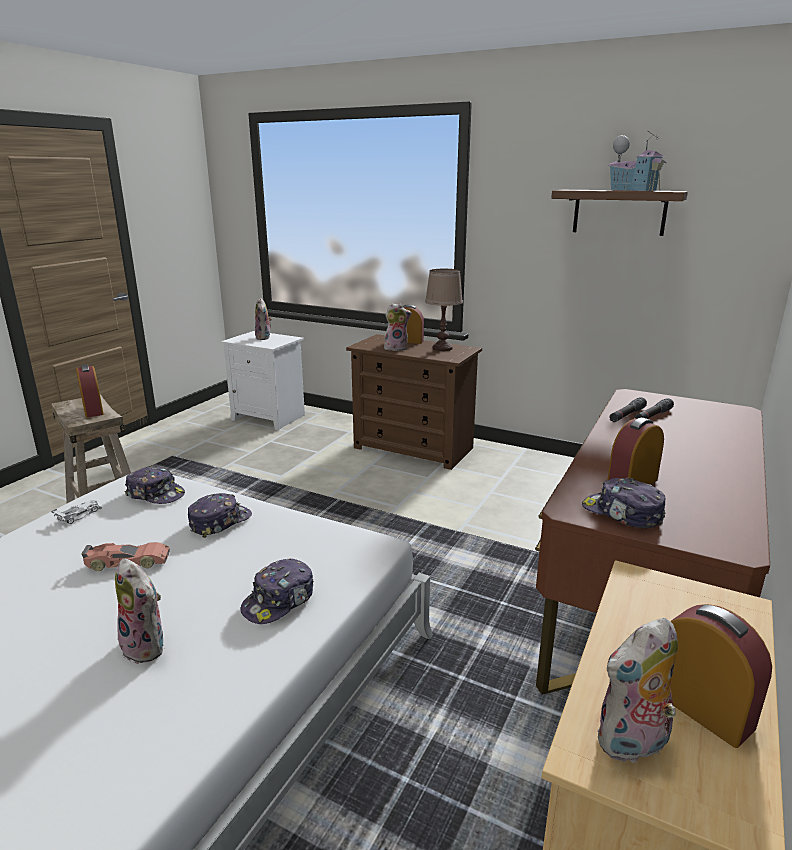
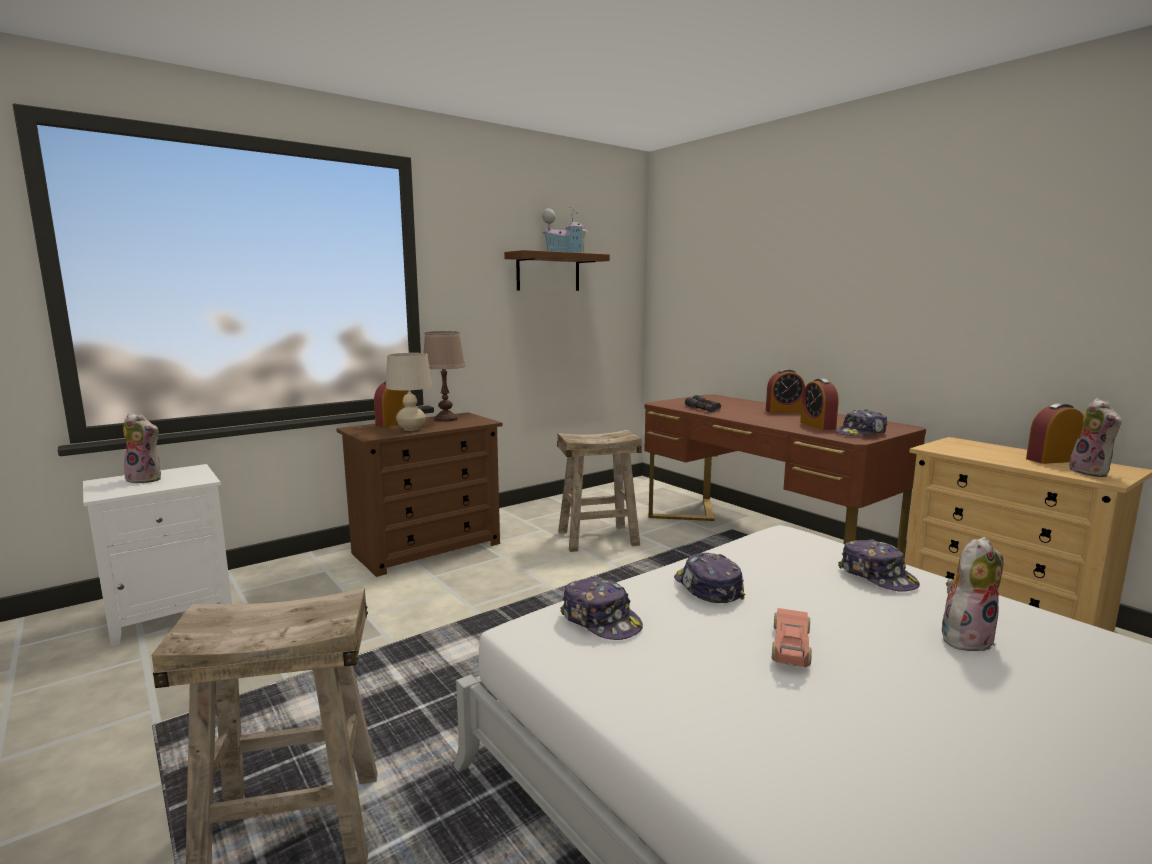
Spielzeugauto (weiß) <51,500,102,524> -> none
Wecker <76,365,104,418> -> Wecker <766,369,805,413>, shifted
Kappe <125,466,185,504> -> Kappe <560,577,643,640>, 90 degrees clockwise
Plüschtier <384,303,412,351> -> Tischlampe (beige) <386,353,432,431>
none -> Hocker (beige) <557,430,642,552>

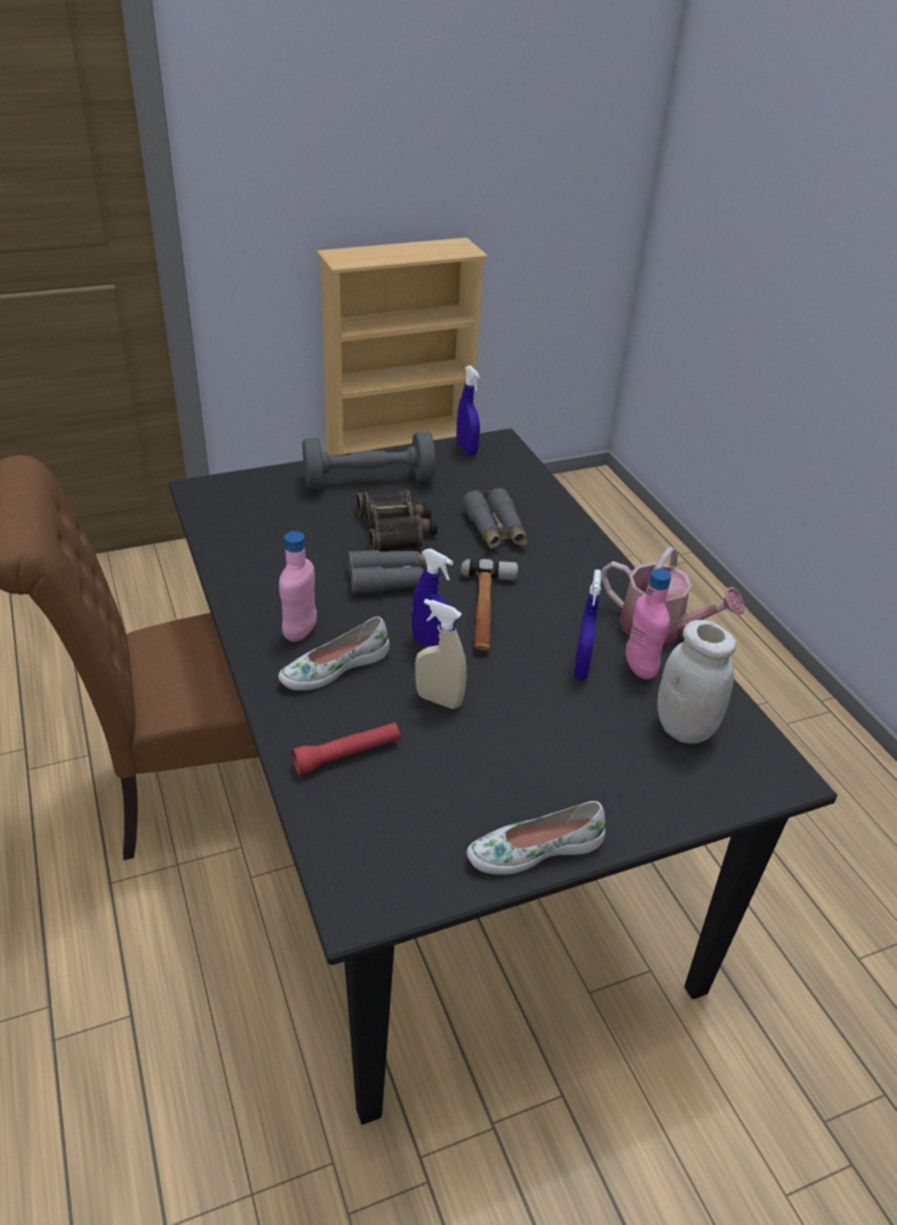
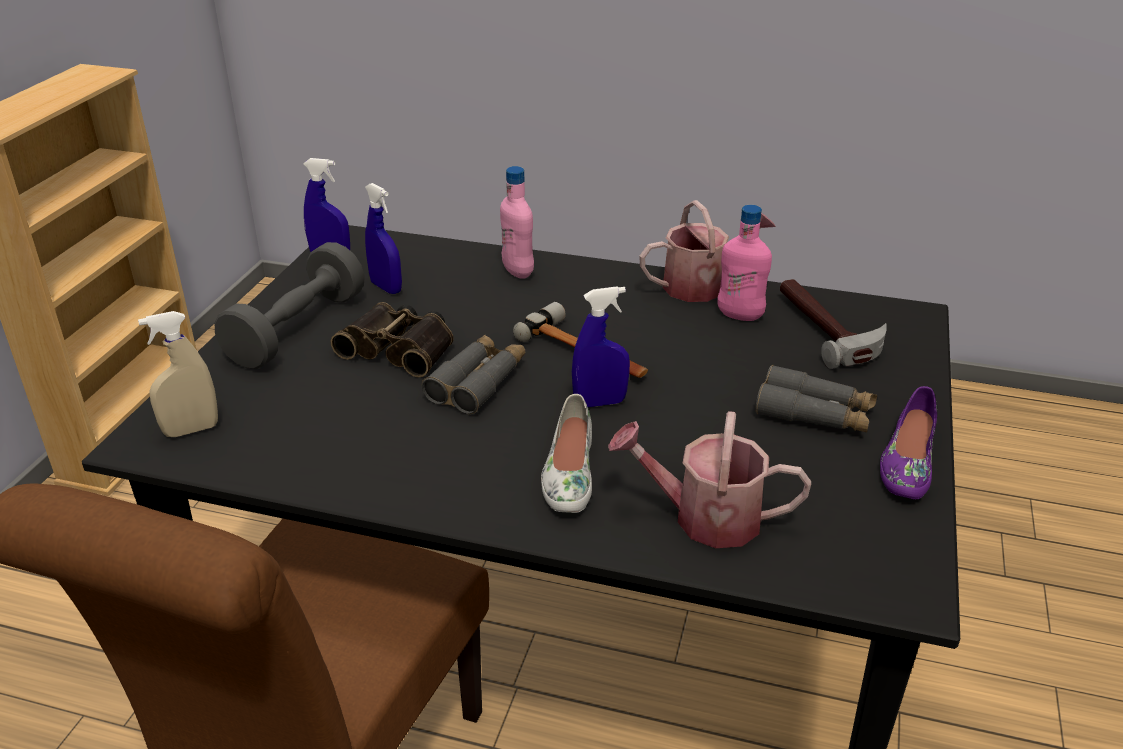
Flasche (rosa) <279,531,317,642> -> Flasche (rosa) <500,166,534,279>, shifted
Taschenlampe (rot) <292,722,400,775> -> Gießkanne <608,411,811,548>
Sprühflasche (beige) <415,599,467,709> -> Sprühflasche (beige) <138,311,218,437>, shifted
Fernglas (grau) <462,488,528,549> -> Fernglas (grau) <755,365,877,432>, shifted
Schuh (weiß) <467,801,605,875> -> Schuh (lila) <880,386,937,499>
Sprühflasche (blau) <573,569,602,680> -> Sprühflasche (blau) <365,183,402,294>, shifted
Vorratsglas (weiß) <658,620,736,744> -> Hammer <780,279,887,369>

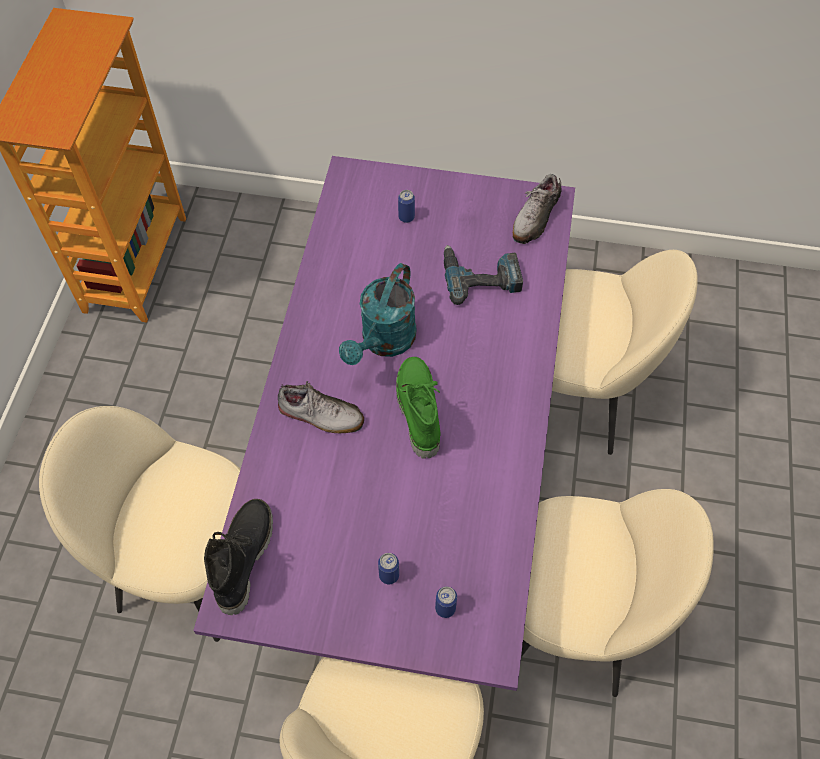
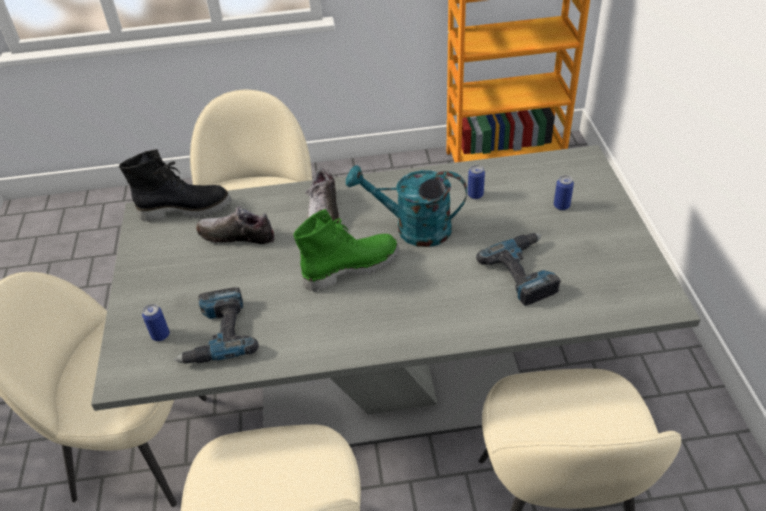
Esstisch (lila) <193,156,575,691> -> Esstisch (grau) <91,145,701,447>
Dose <378,553,399,584> -> Dose <468,165,485,199>, shifted
Schuh <513,174,563,244> -> Schuh <197,206,275,244>, shifted
none -> Bohrmaschine <174,287,259,364>

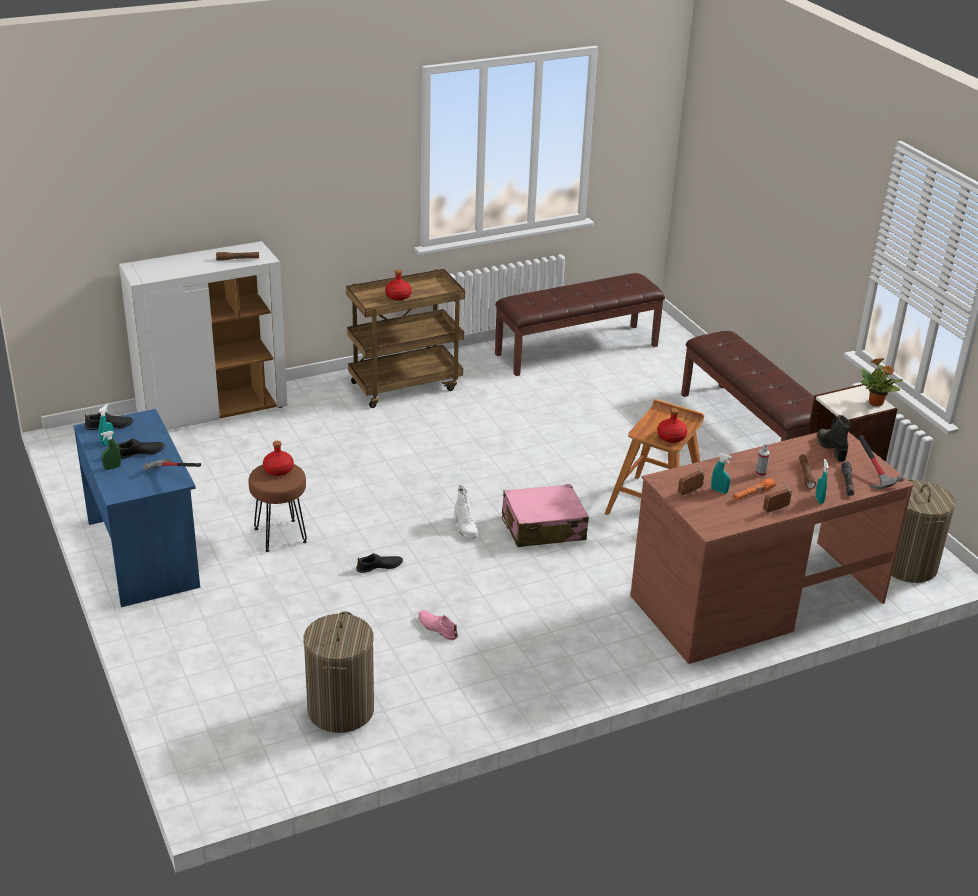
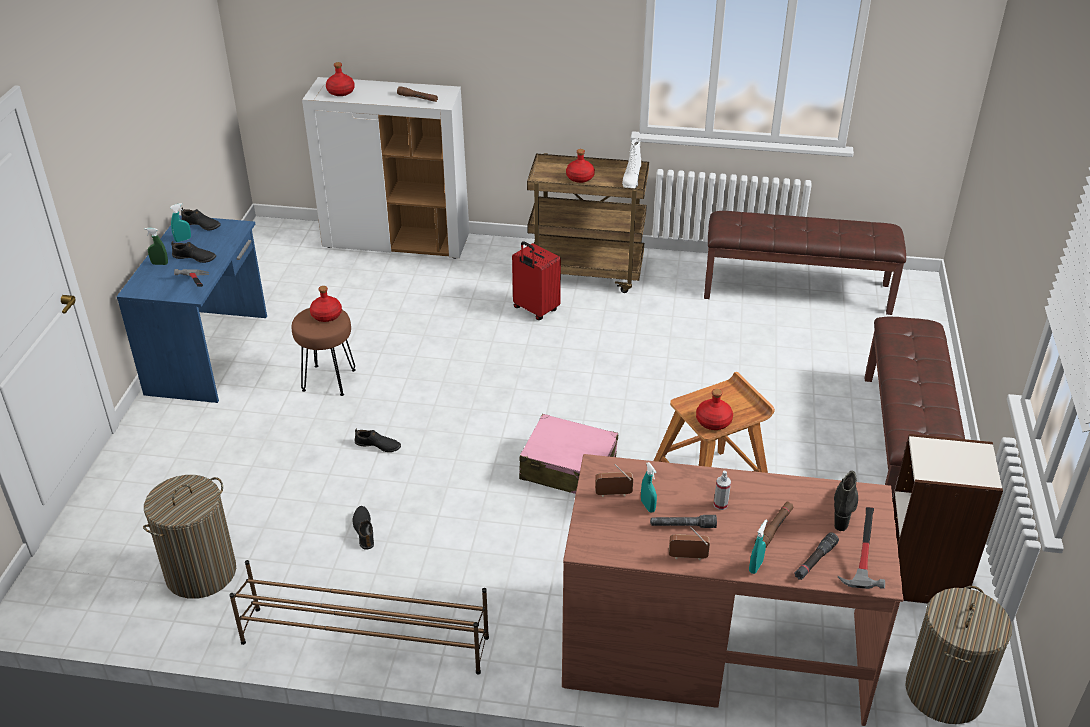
Schuh (rosa) <419,610,458,640> -> Schuh (schwarz) <353,506,374,550>
Stiefel (weiß) <455,485,478,539> -> Stiefel (weiß) <622,139,641,188>, shifted
Taschenlampe (orange) <733,478,776,500> -> Taschenlampe (grau) <650,515,717,528>
Topfpflanze <861,358,903,406> -> none
none -> Schuhregal (braun) <229,560,489,674>
none -> Flasche (rot) <326,62,355,96>
none -> Koffer (rot) <512,241,561,320>

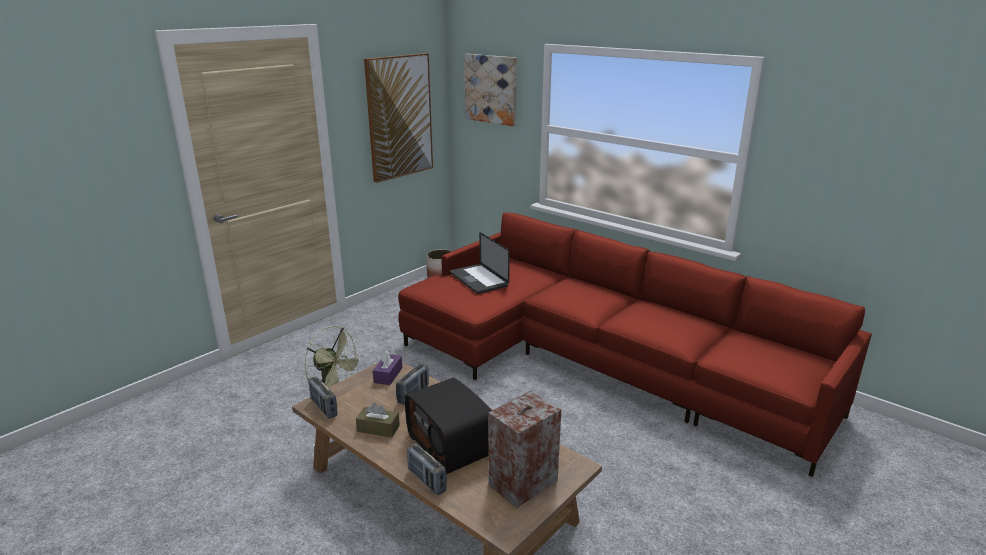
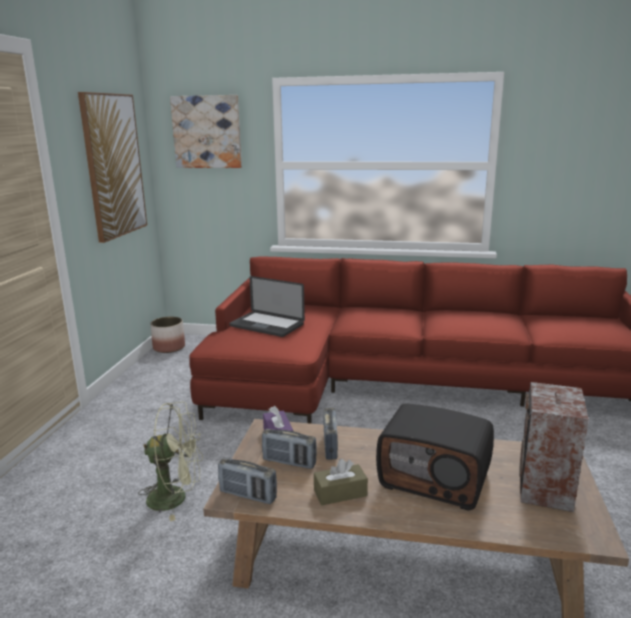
Radio <407,443,447,495> -> Radio <262,429,317,469>, shifted

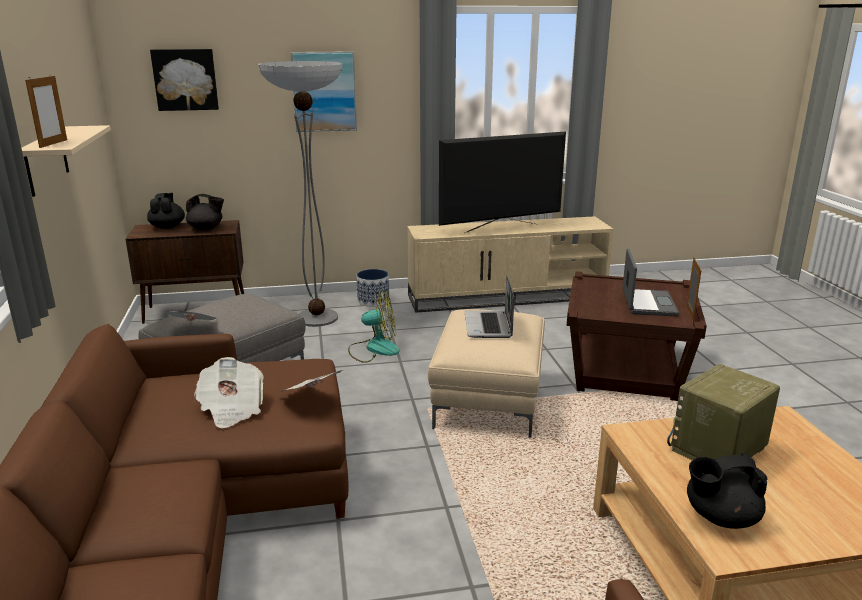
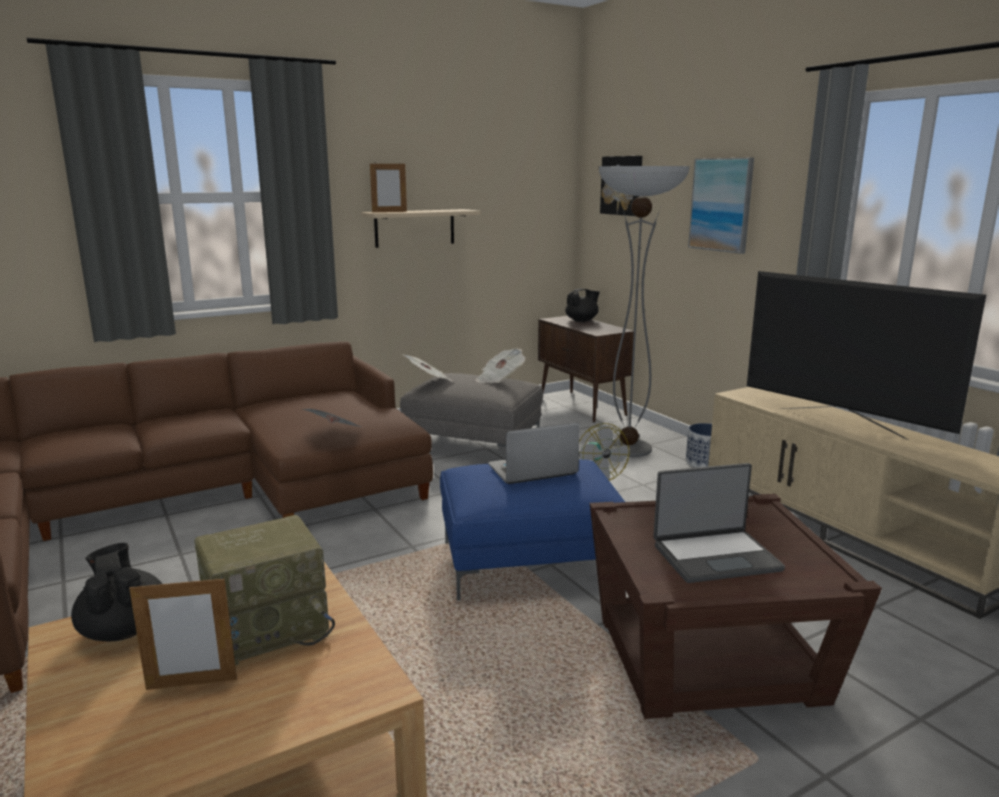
Teekanne (schwarz) <186,194,224,230> -> none
Zeitung <194,357,264,429> -> Zeitung <476,348,525,383>, shifted
Polsterhocker (beige) <428,309,545,438> -> Polsterhocker (blau) <440,459,625,601>
Radio <667,364,780,460> -> Radio <194,515,335,665>, 120 degrees clockwise
Bilderrahmen <686,257,702,322> -> Bilderrahmen <129,576,237,690>, shifted

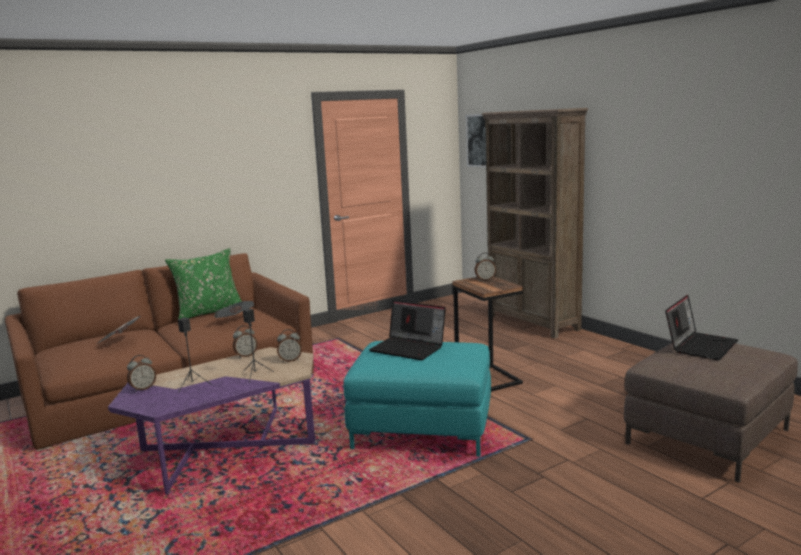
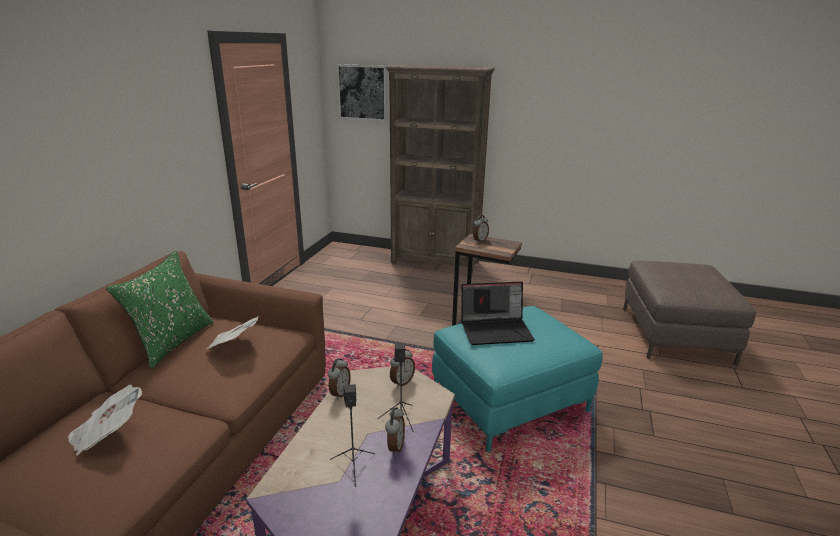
Wecker <127,355,156,392> -> Wecker <385,407,405,455>, shifted
Laptop <665,295,738,360> -> none

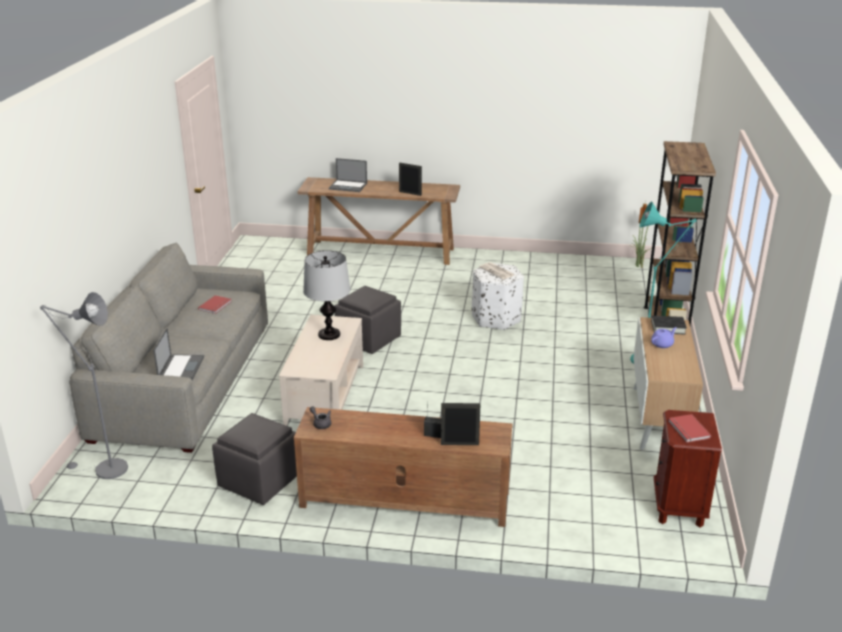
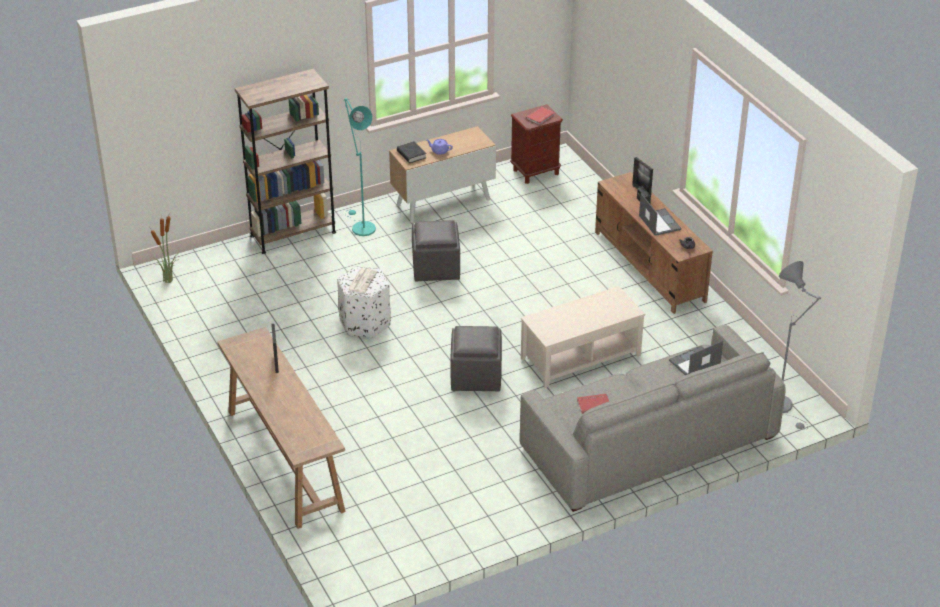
Polsterhocker (grau) <212,413,297,505> -> Polsterhocker (grau) <412,220,460,281>, shifted
Tischlampe <303,251,350,340> -> none
Laptop <329,158,367,192> -> Laptop <639,193,681,236>, shifted

